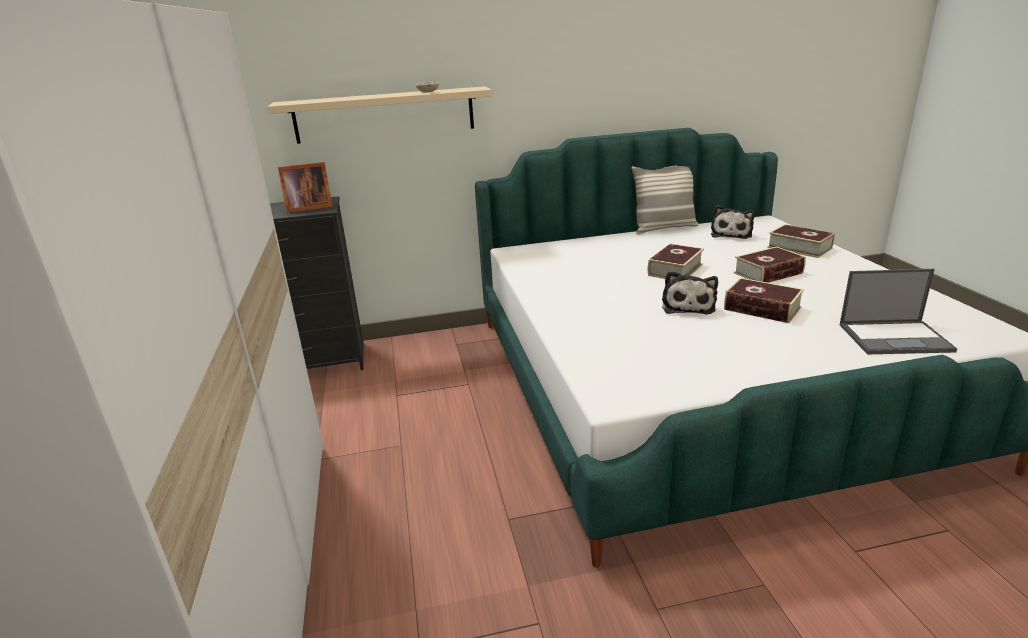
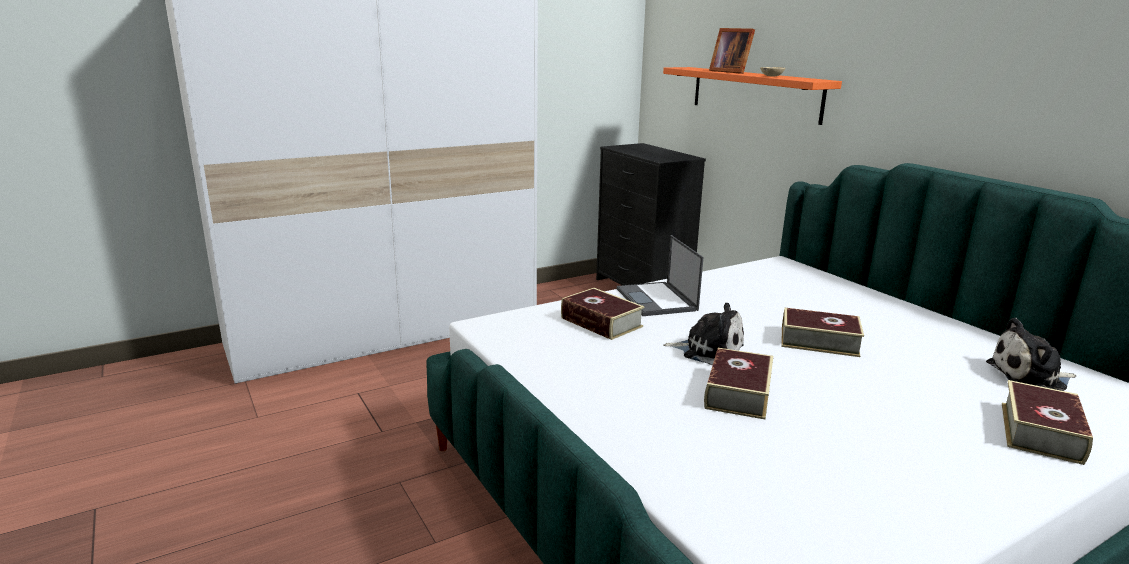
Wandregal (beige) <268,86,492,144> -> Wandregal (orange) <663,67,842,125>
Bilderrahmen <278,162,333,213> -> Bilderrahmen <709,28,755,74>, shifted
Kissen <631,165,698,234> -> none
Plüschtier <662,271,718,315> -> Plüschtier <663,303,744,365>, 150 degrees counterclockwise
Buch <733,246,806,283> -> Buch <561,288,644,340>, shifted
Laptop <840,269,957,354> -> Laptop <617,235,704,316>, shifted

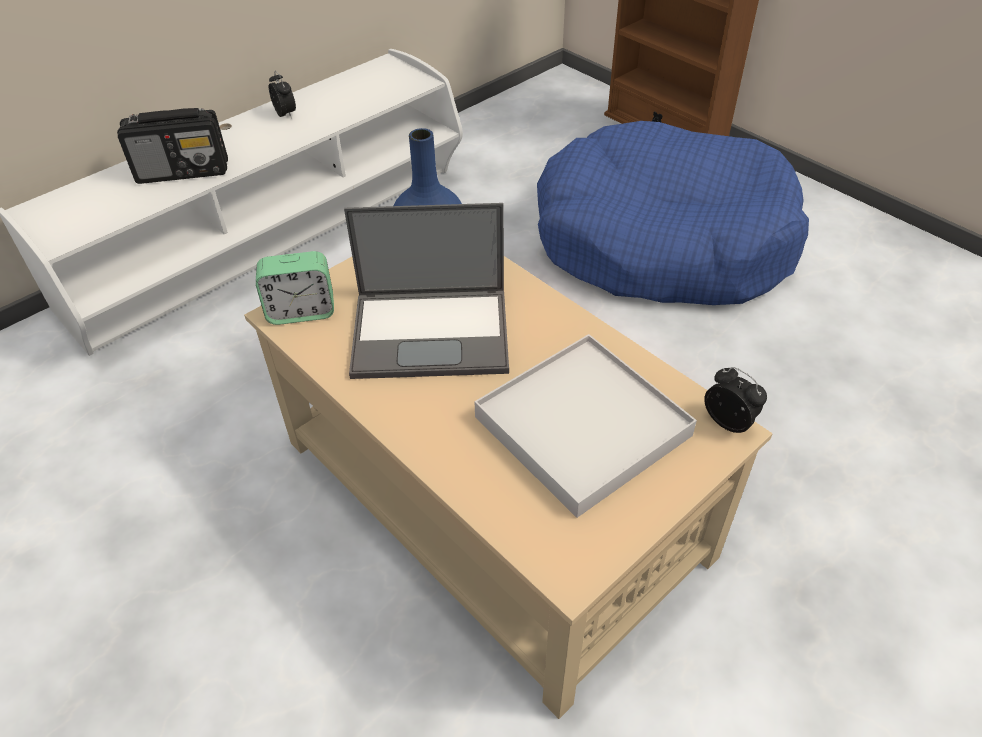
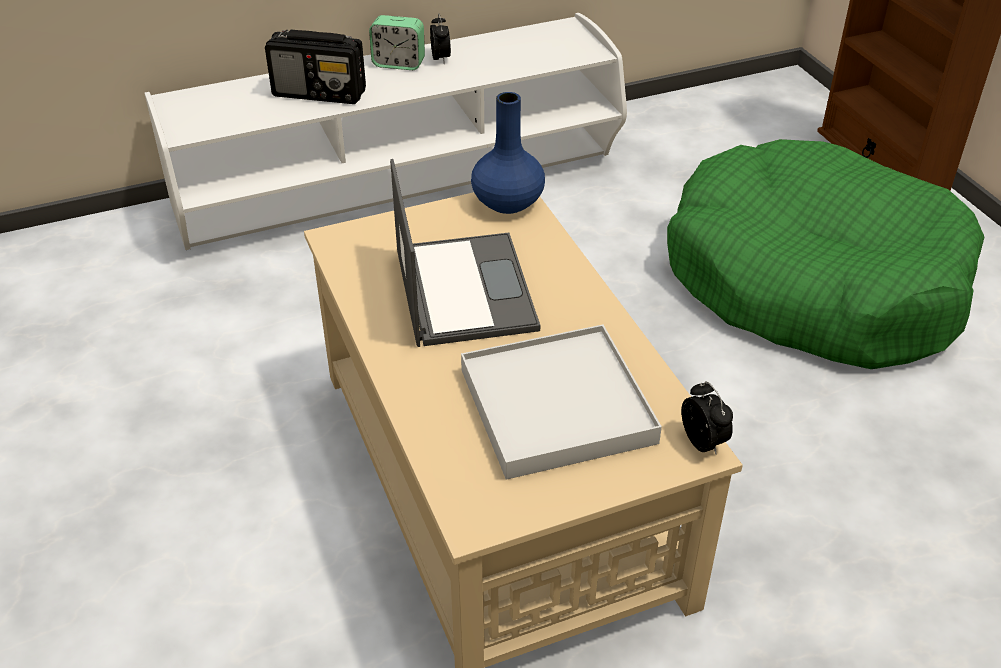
Wecker <256,251,334,325> -> Wecker <369,15,425,70>, shifted
Laptop <344,203,509,379> -> Laptop <390,159,540,347>, 120 degrees counterclockwise
Hundebett (blau) <537,121,809,305> -> Hundebett (grün) <667,139,984,369>

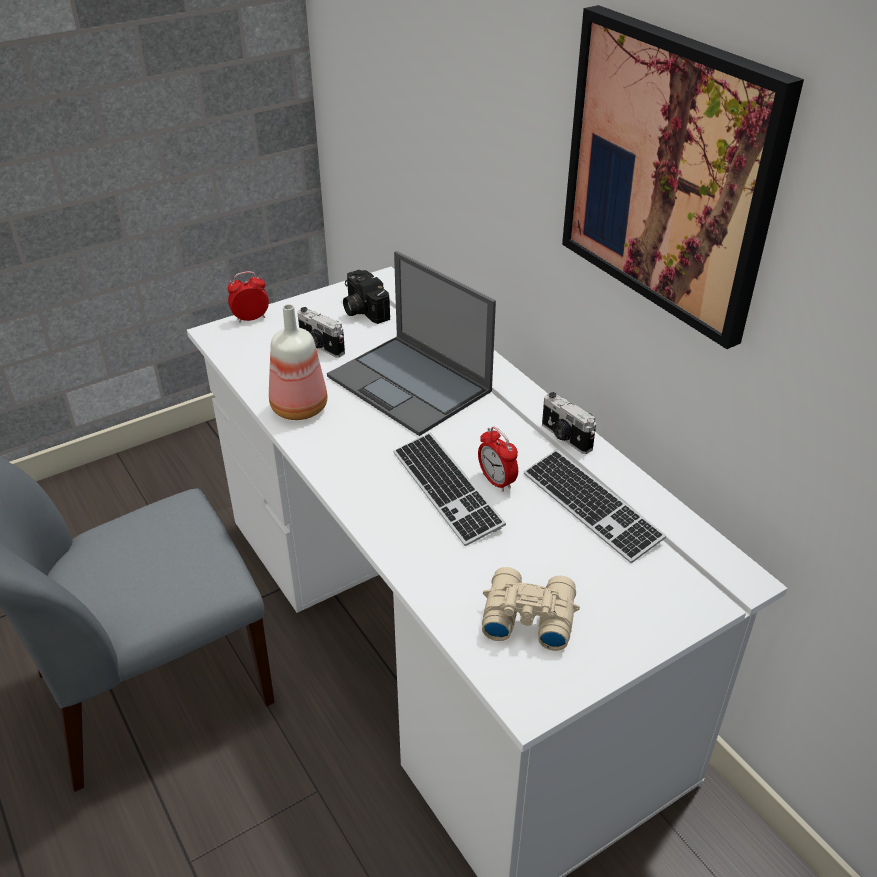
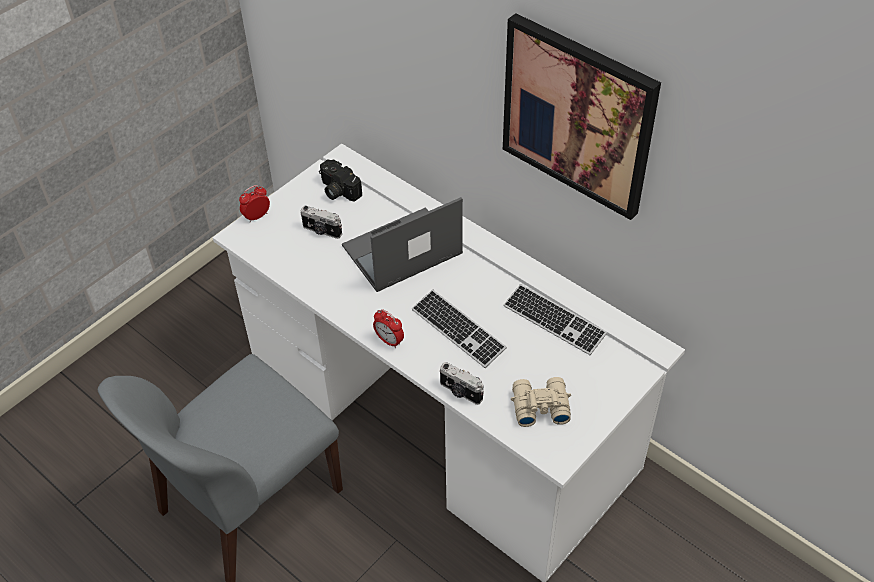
Flasche <269,304,327,420> -> none
Laptop <327,251,496,436> -> Laptop <342,197,463,292>, 120 degrees clockwise
Wecker <478,426,518,492> -> Wecker <373,309,404,348>, shifted
Kamera <542,392,596,454> -> Kamera <440,362,484,405>, shifted

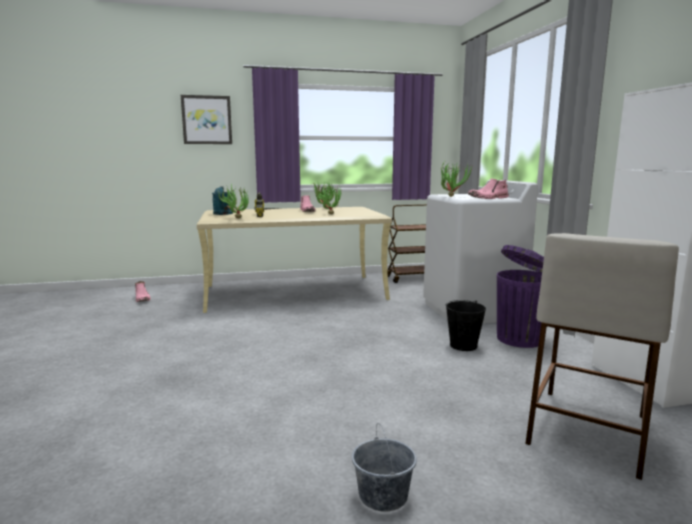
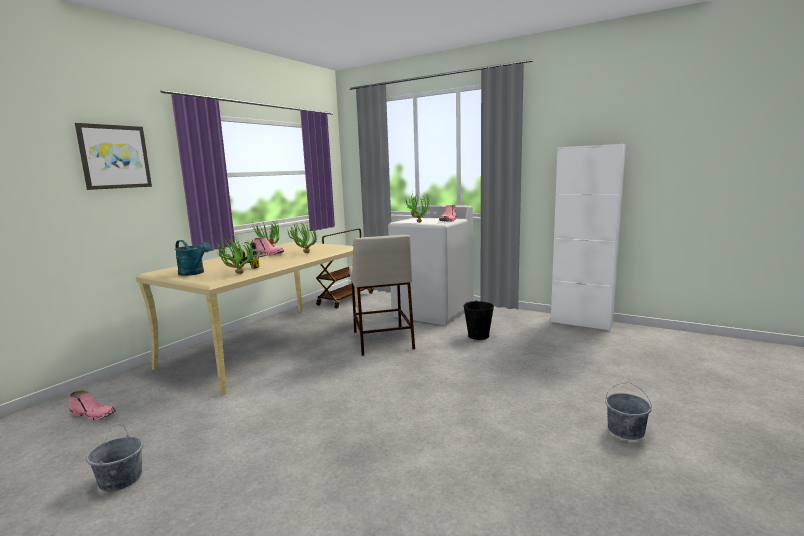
Mülleimer (lila) <497,245,544,348> -> none
Hocker (beige) <525,233,679,480> -> Hocker (beige) <349,235,415,356>, shifted
none -> Eimer (grau) <86,425,143,492>

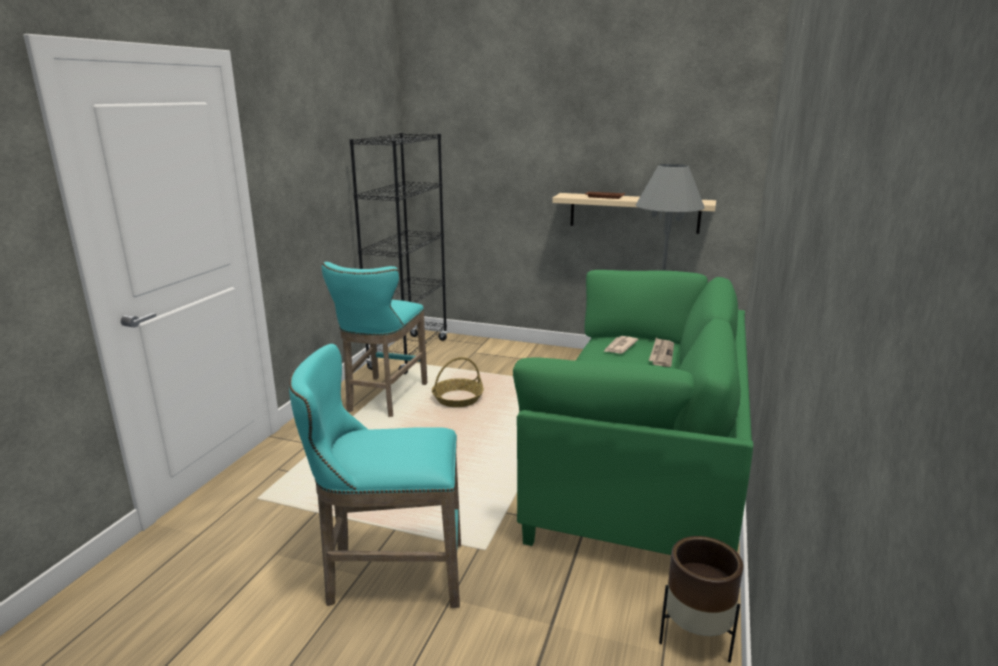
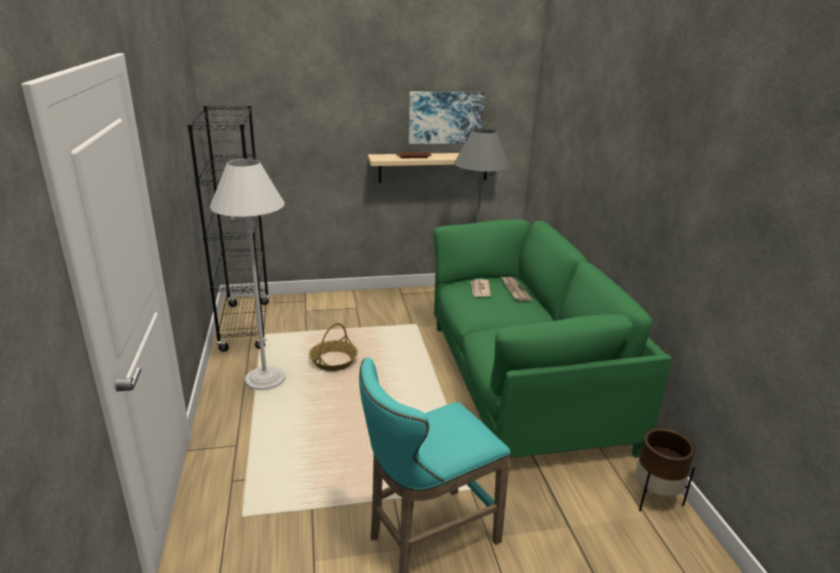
Hocker (türkis) <322,262,427,417> -> Stehlampe (weiß) <210,159,285,390>
none -> Bild <408,92,485,144>

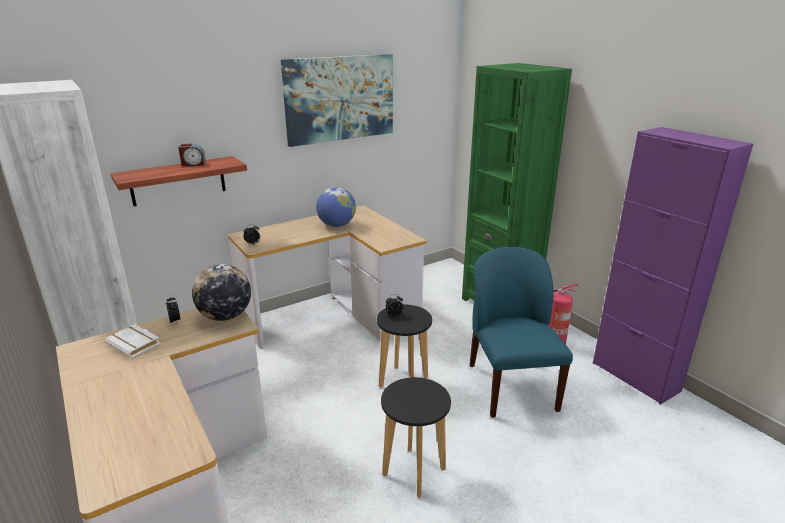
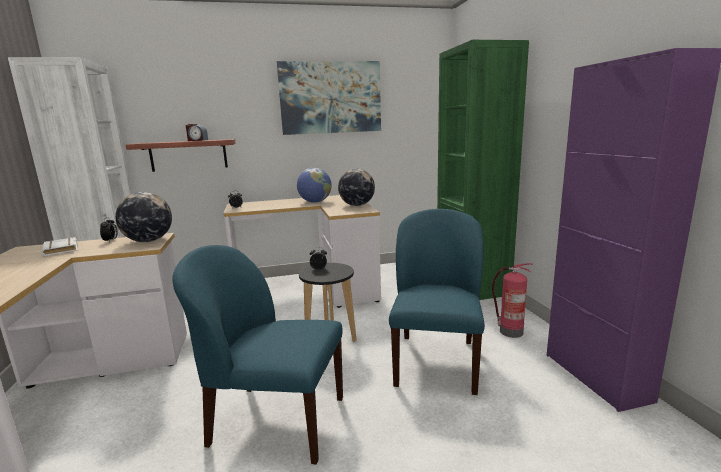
Hocker (schwarz) <381,377,451,498> -> Stuhl (blau) <172,245,343,465>
none -> Globus <338,169,375,206>

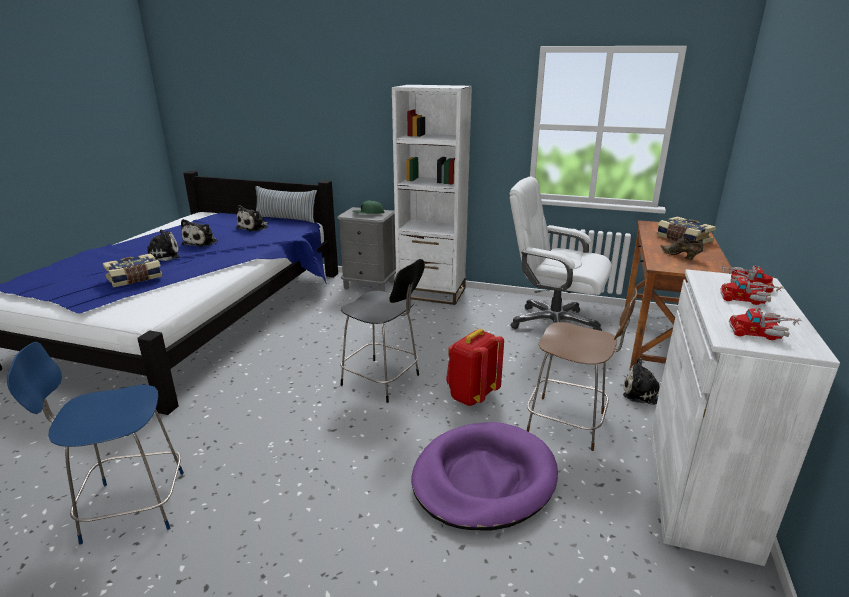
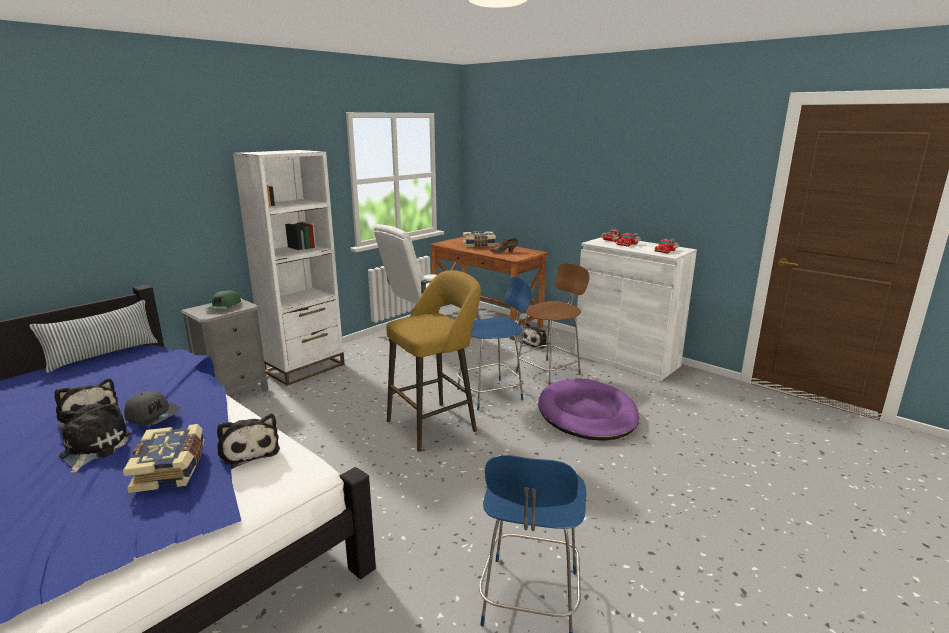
Plüschtier <236,205,269,231> -> Plüschtier <217,414,280,469>, shifted
Stuhl (schwarz) <340,259,425,403> -> Hocker (gelb) <386,270,481,452>
Rucksack (rot) <446,329,504,406> -> Stuhl (blau) <457,277,532,411>
none -> Kappe (grau) <124,391,180,426>

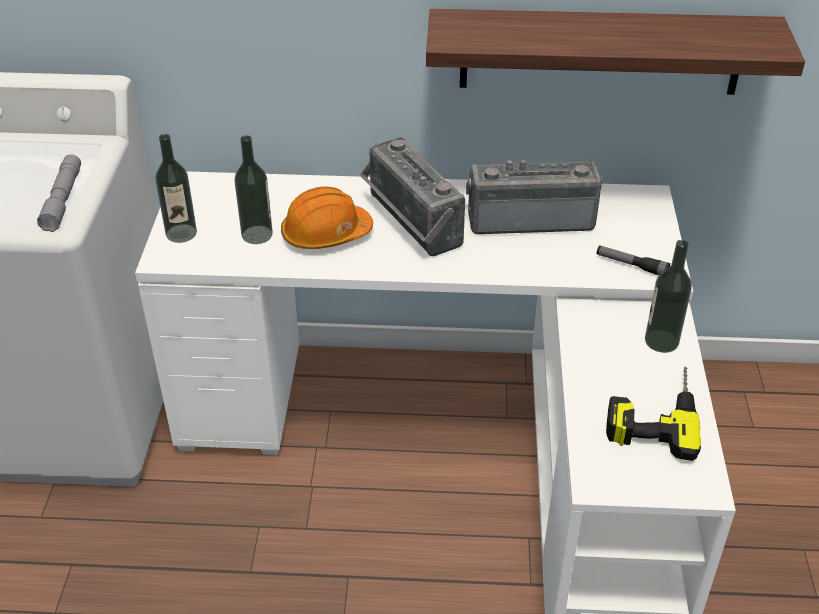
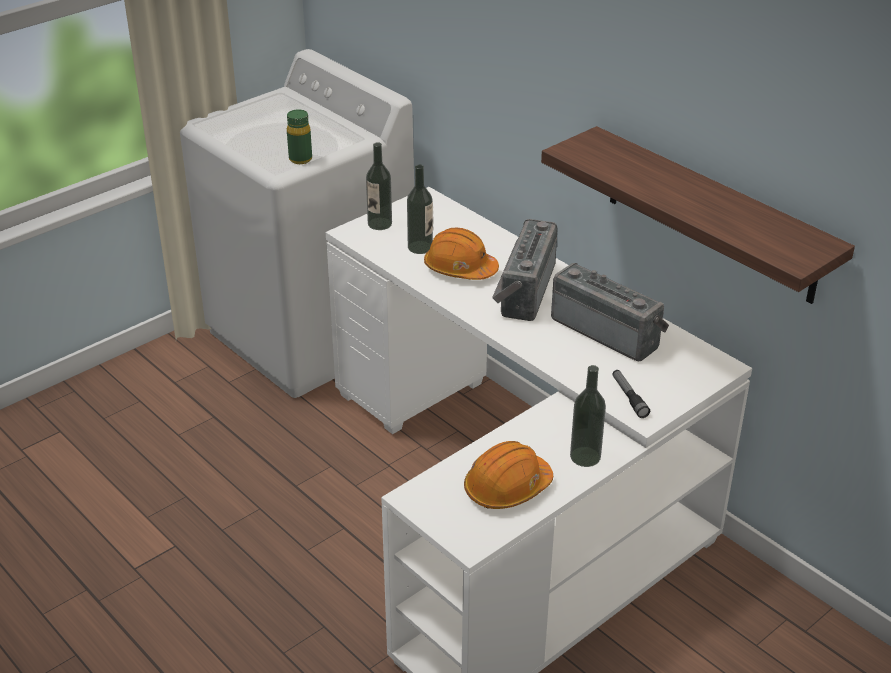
Taschenlampe (grau) <37,154,81,232> -> Flasche (grün) <287,109,312,164>
Bohrmaschine <606,367,701,461> -> Schutzhelm (orange) <464,441,553,509>

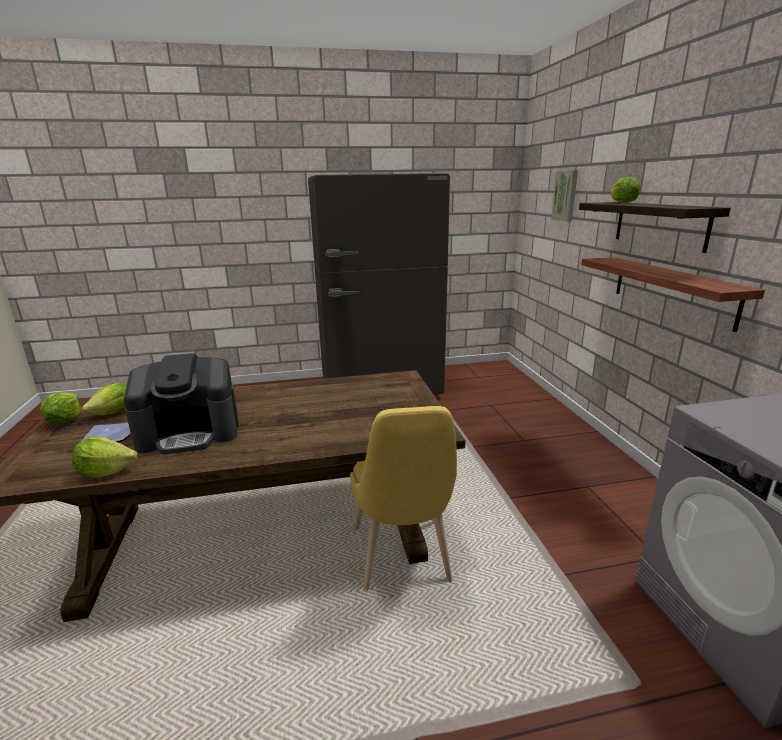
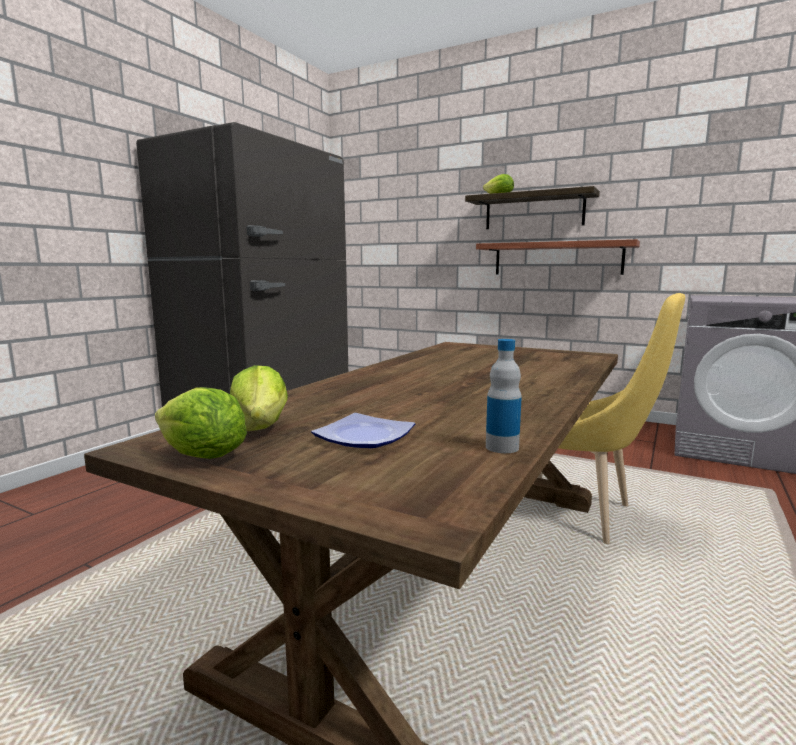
Salatkopf <72,436,138,477> -> Flasche <486,339,522,453>
Kaffeemaschine <124,353,239,454> -> none
Bild <551,170,578,222> -> none

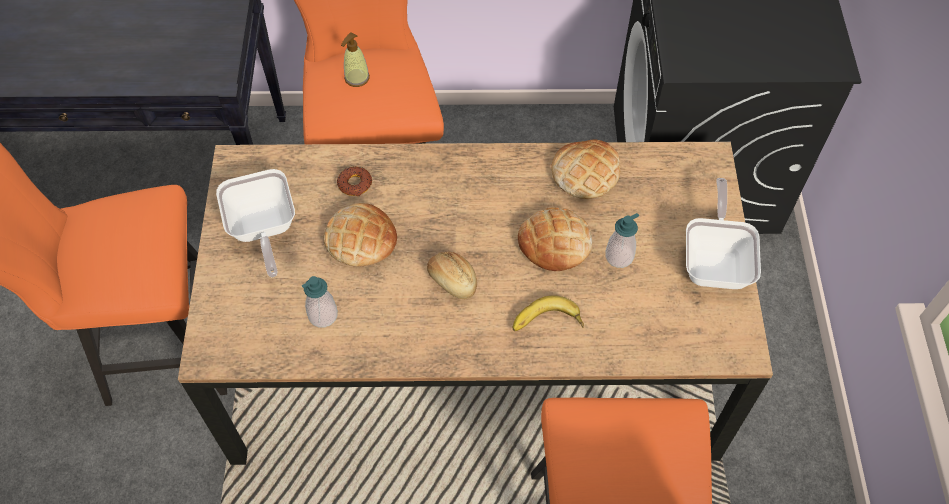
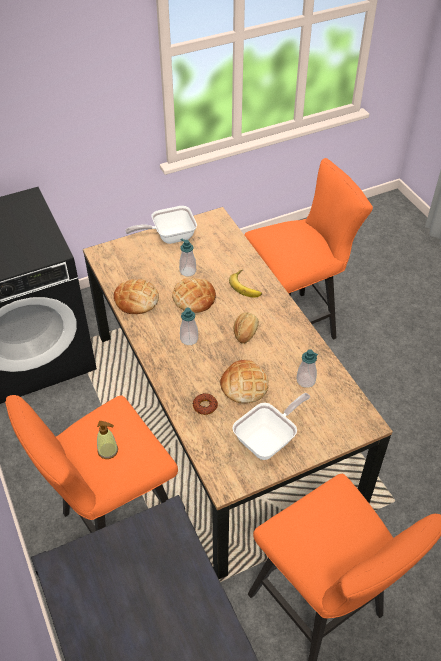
none -> Seifenspender <180,308,198,345>

